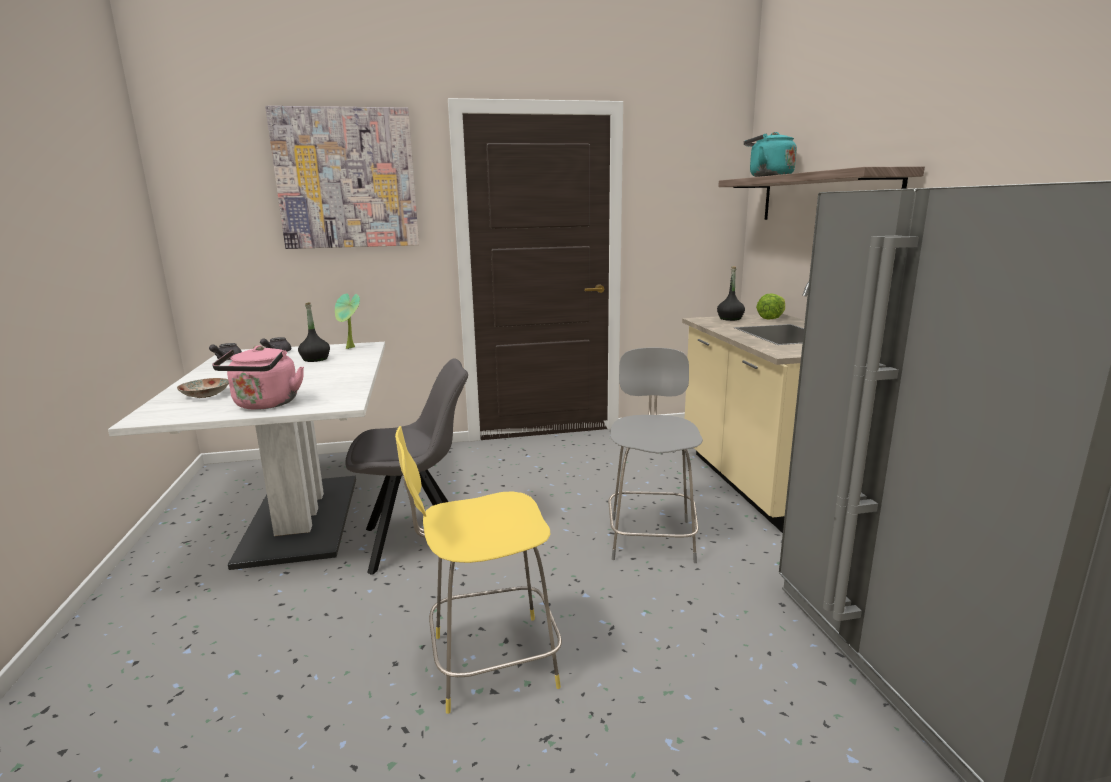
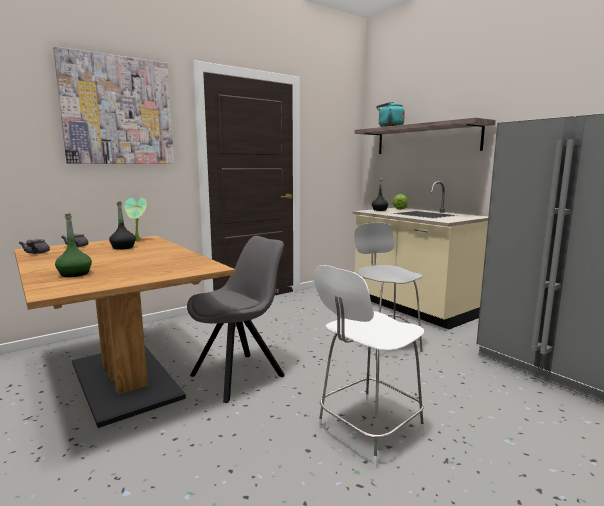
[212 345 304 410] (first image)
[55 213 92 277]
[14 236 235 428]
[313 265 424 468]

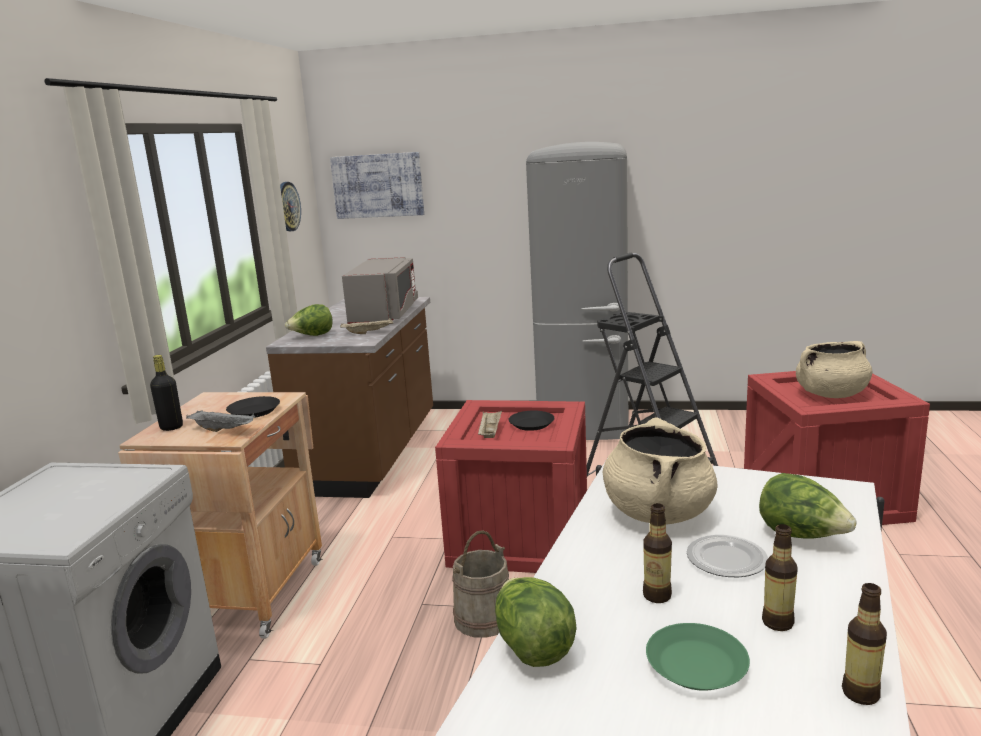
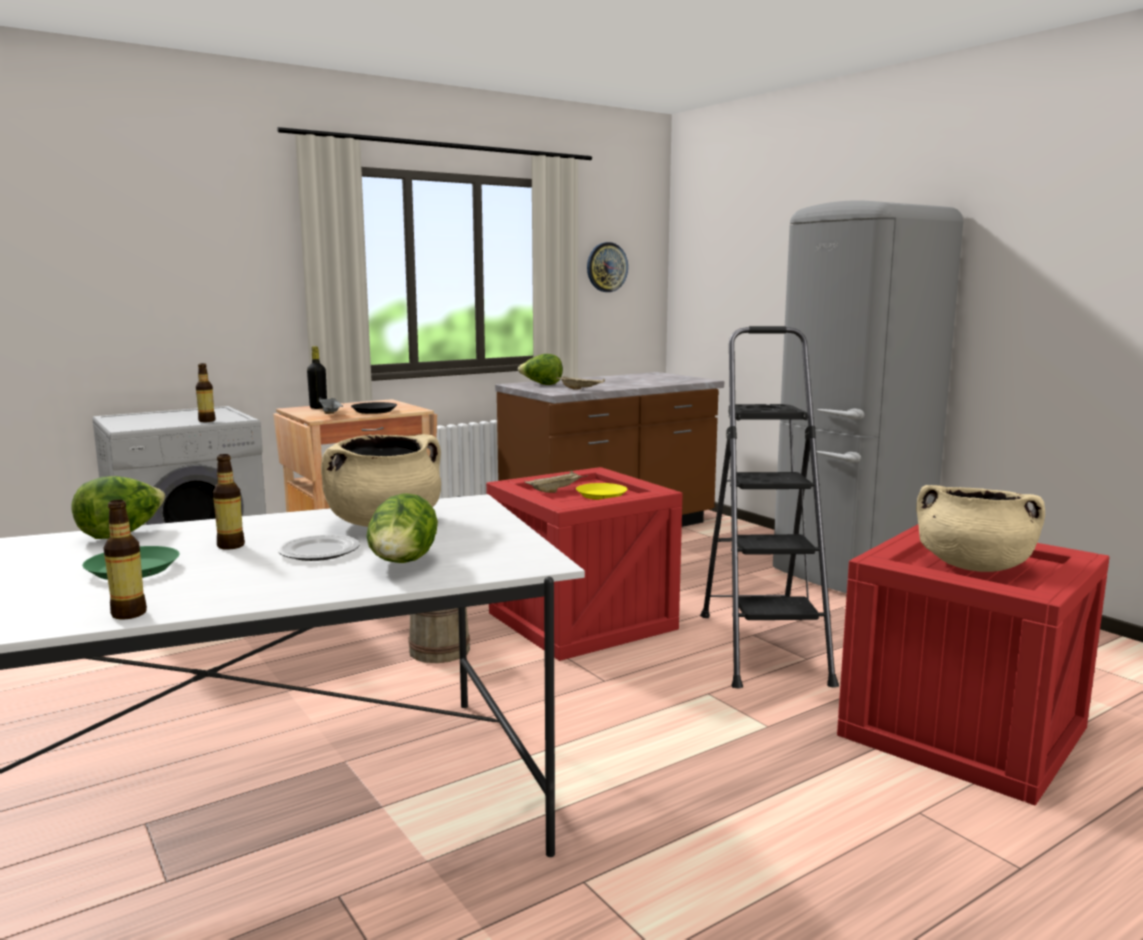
[330 152 424 219] (first image)
[342 257 418 324] (first image)
[196 363 216 422]
[576 483 627 500]

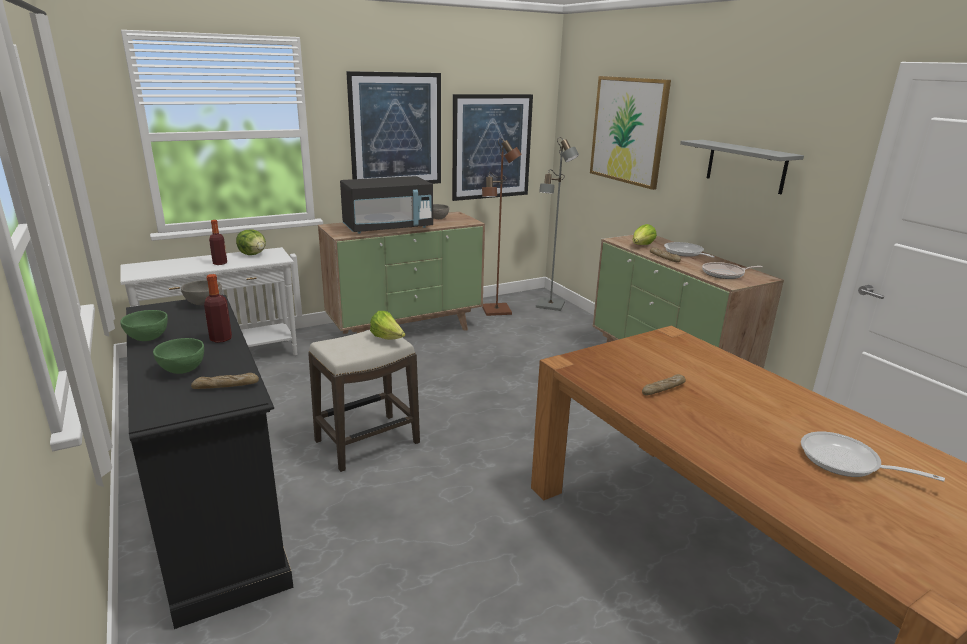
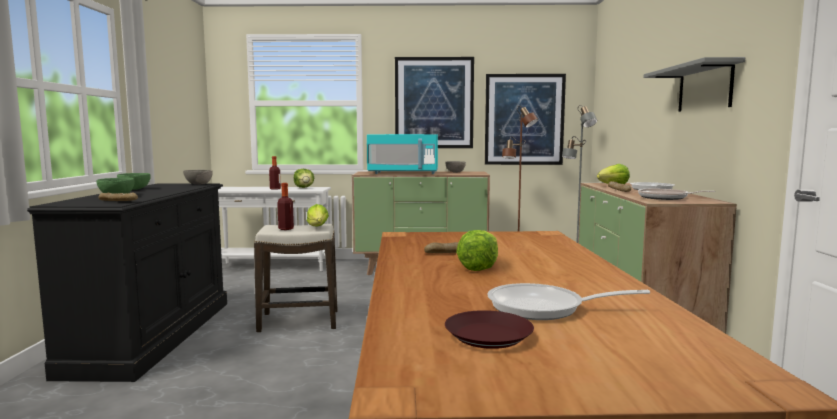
[590 76 671 190] (first image)
[445 310 534 349]
[456 230 498 271]
[277 183 294 230]
[367 134 438 174]
[487 283 650 320]

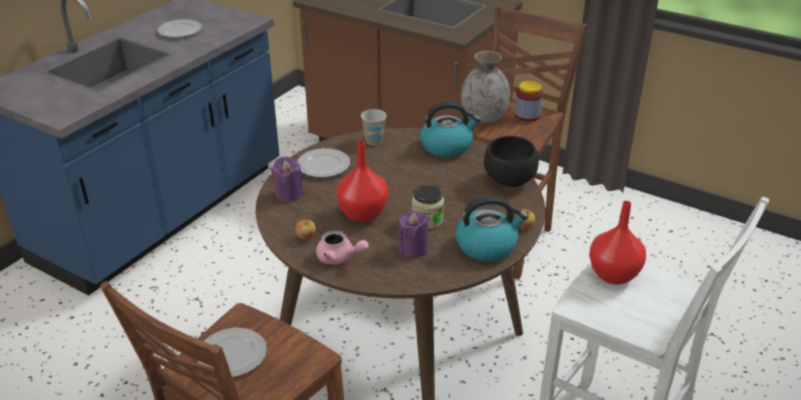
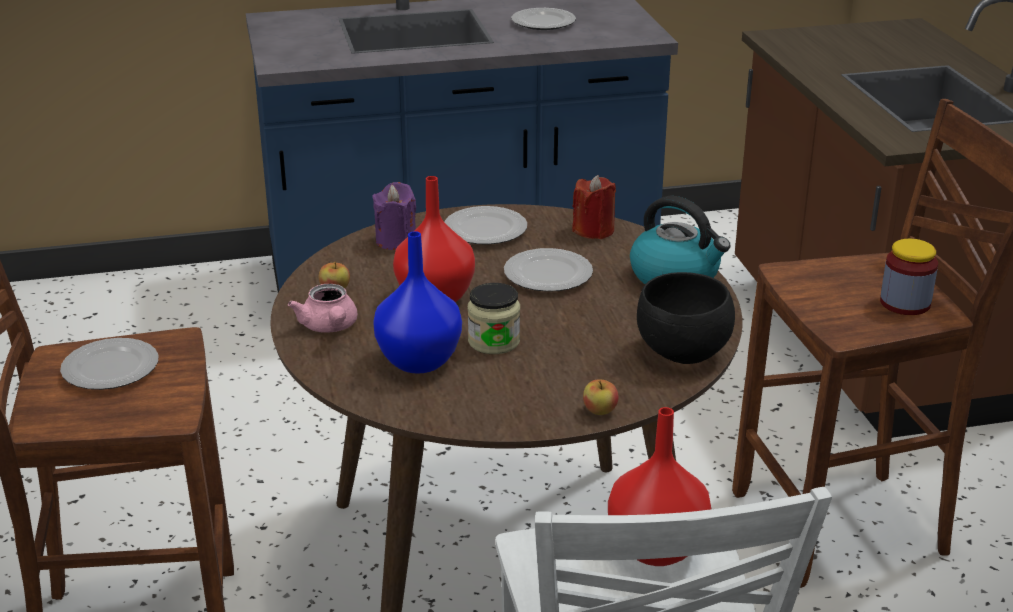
[456 196 528 261] (first image)
[461 51 510 124] (first image)
[504 248 593 292]
[572 175 616 239]
[373 231 462 374]

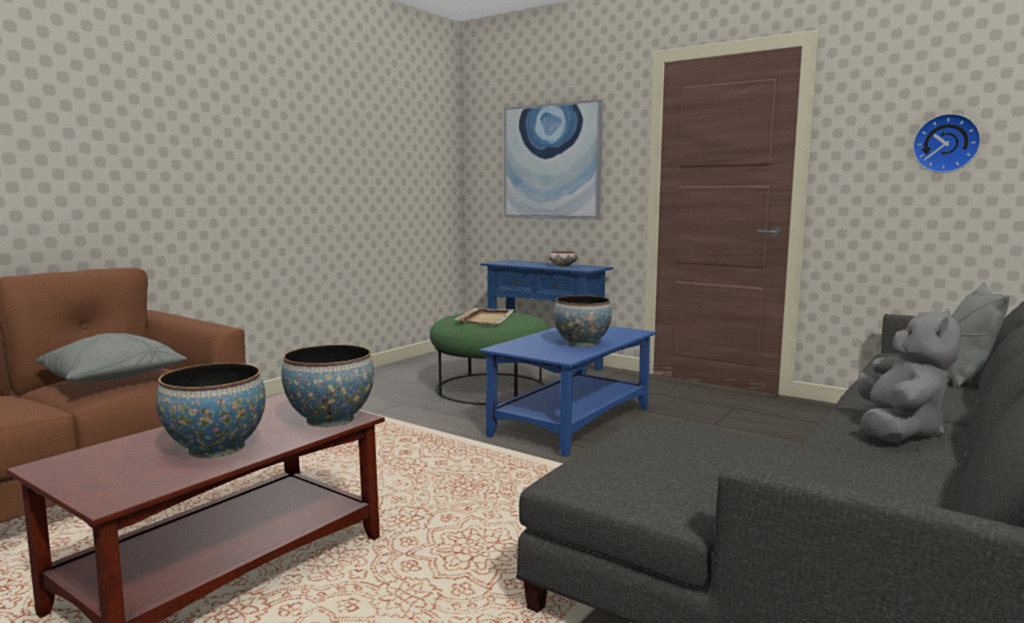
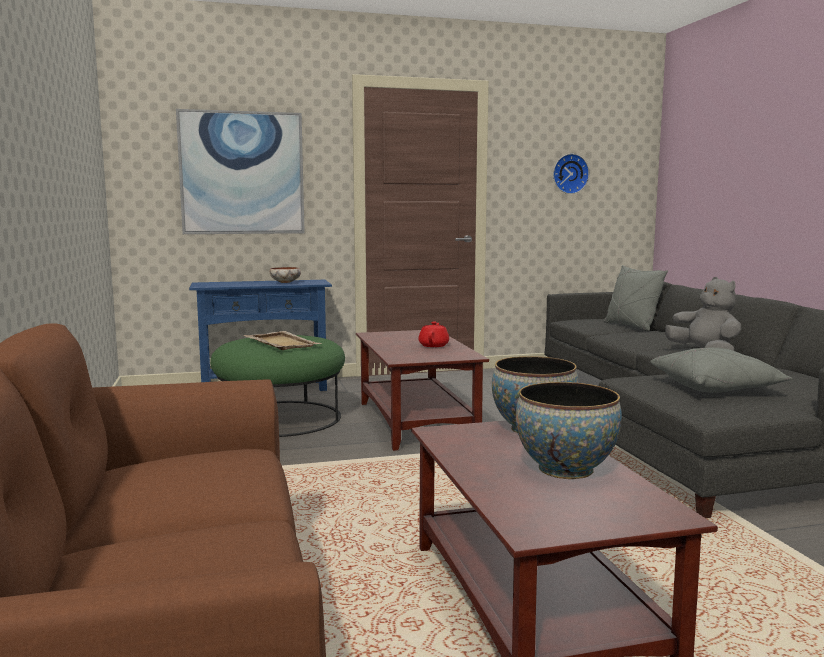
[650 348 793 393]
[418 322 449 347]
[356 330 489 451]

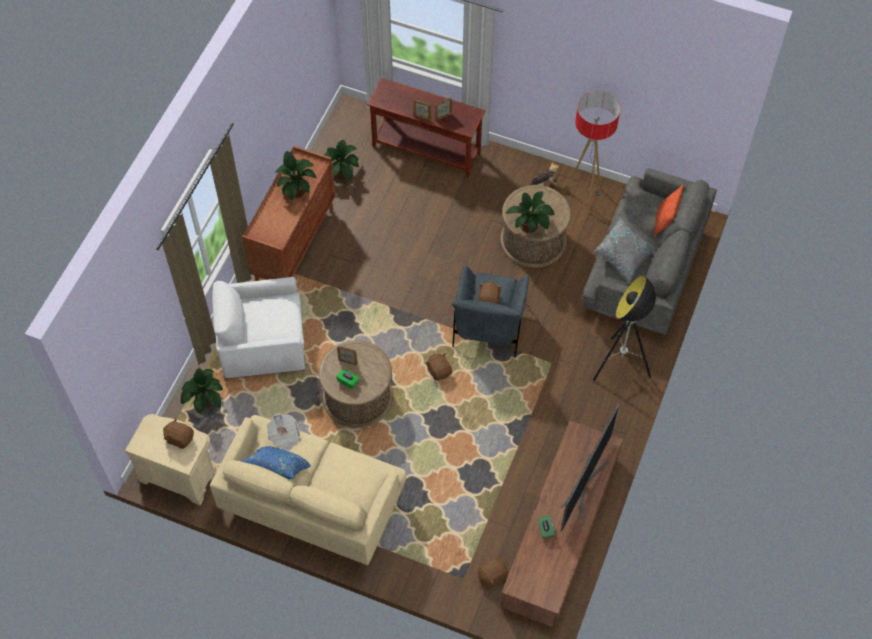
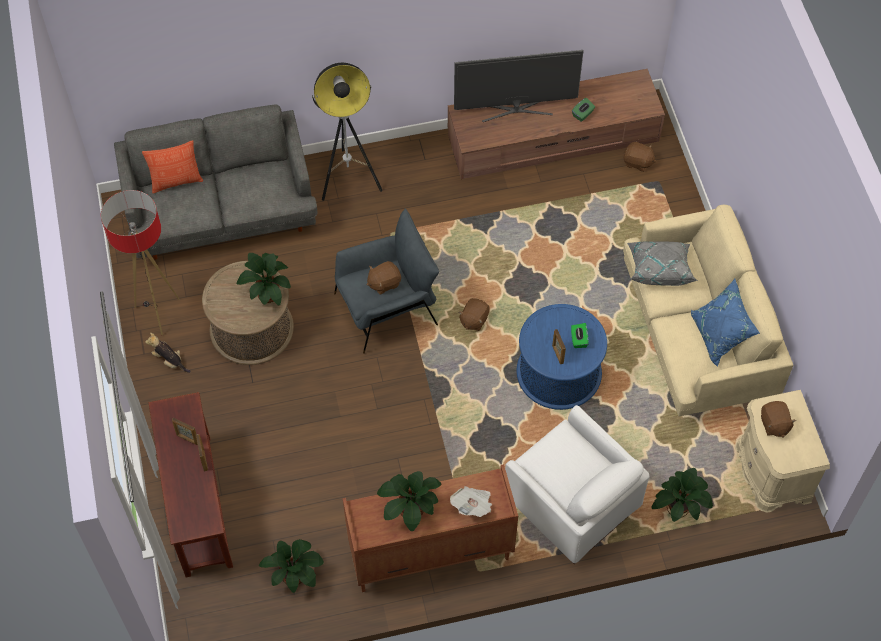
[450 486 492 517]
[627 241 698 286]
[517 304 607 410]

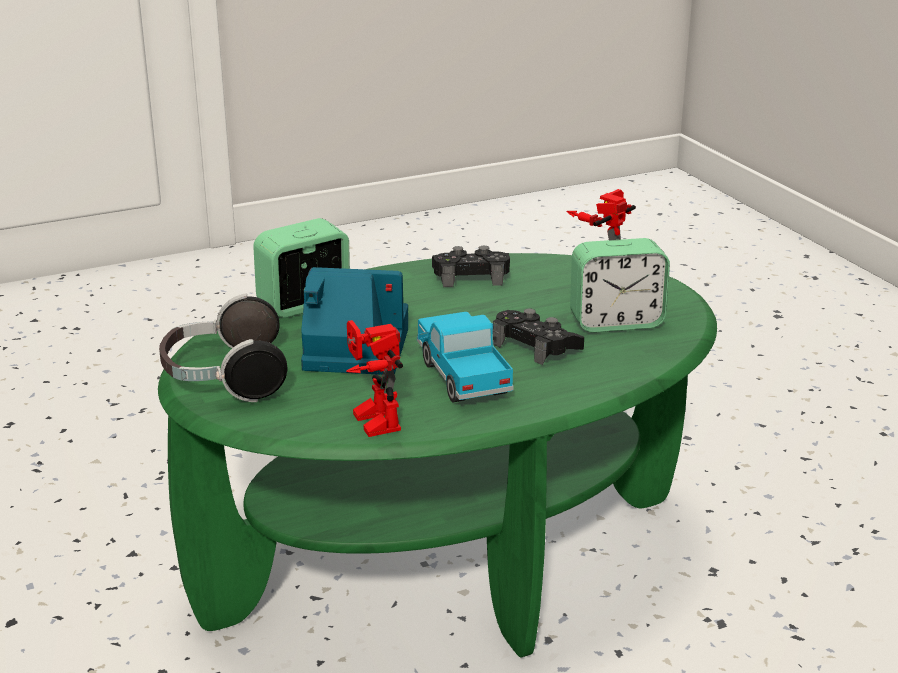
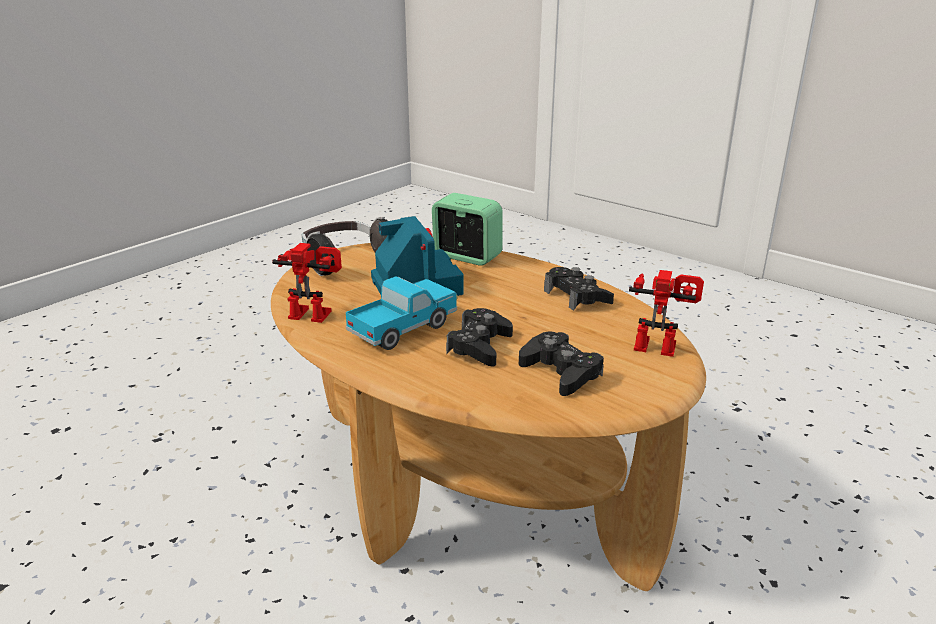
[519 331 604 396]
[271 243 706 591]
[272 243 342 323]

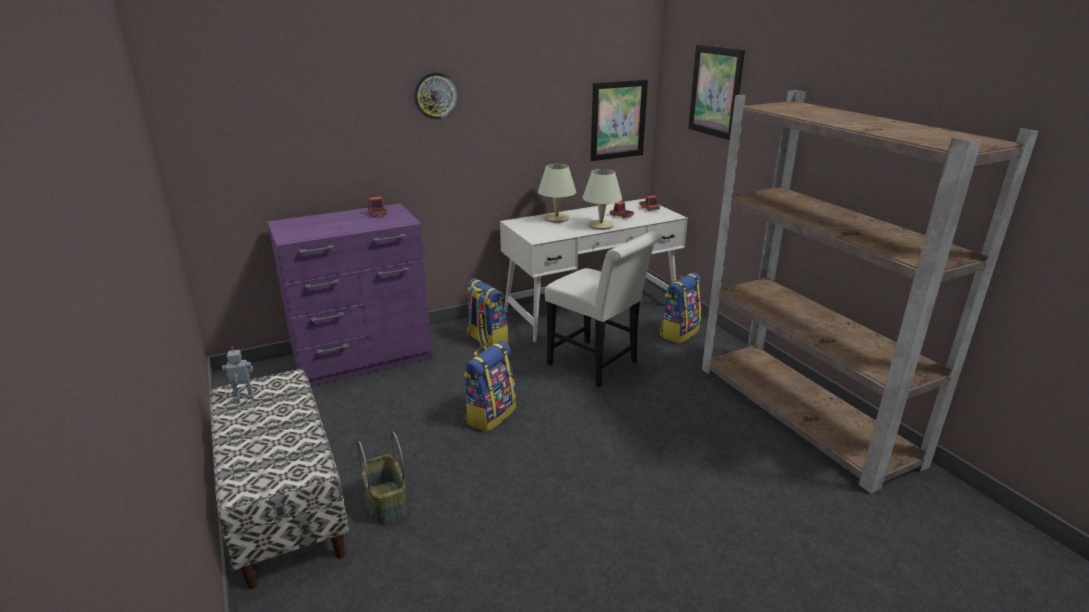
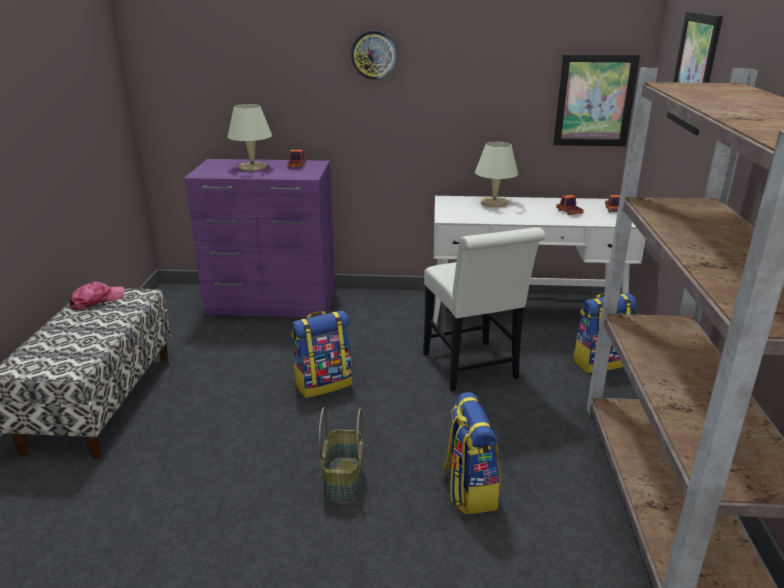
[319 407 363 502]
[442 392 501 514]
[228 104 272 171]
[69 281 125 310]

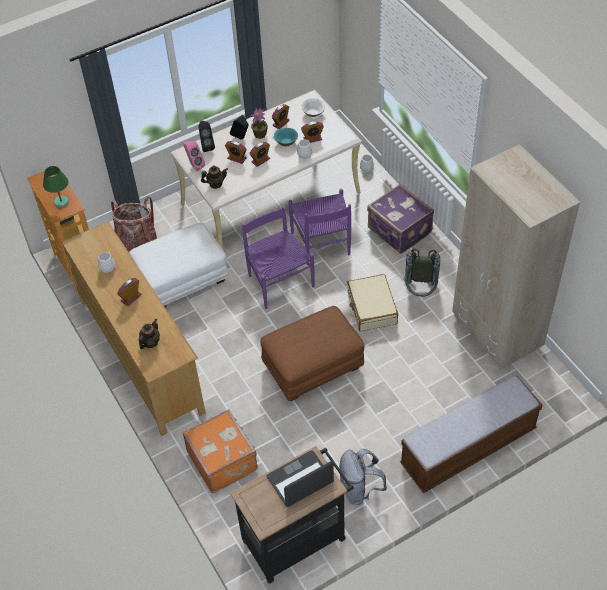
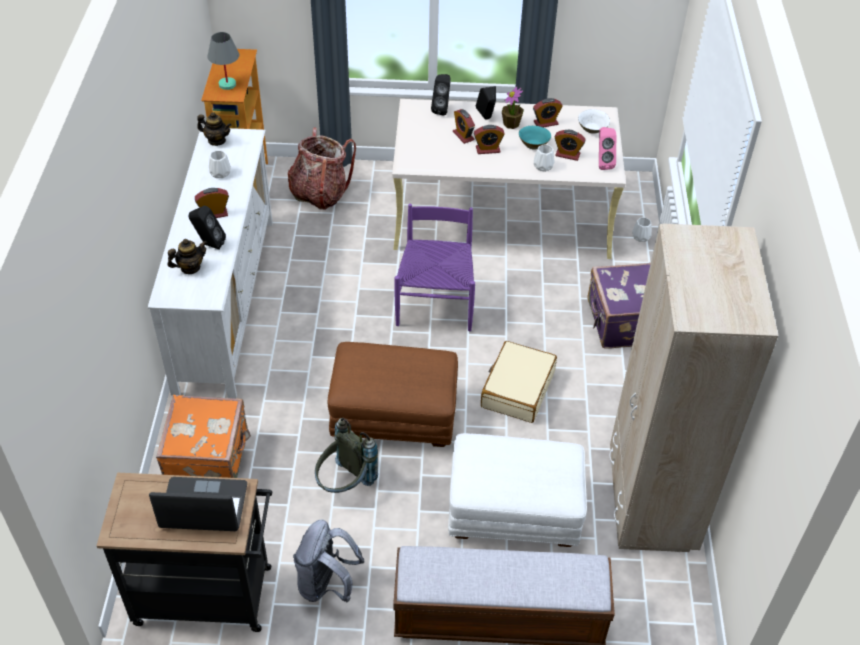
[289 189 351 265] (first image)
[188 206 226 250]
[448 433 587 547]
[599 127 616 170]
[197 112 231 146]
[315 417 378 493]
[207 32 239 90]
[148 127 273 398]

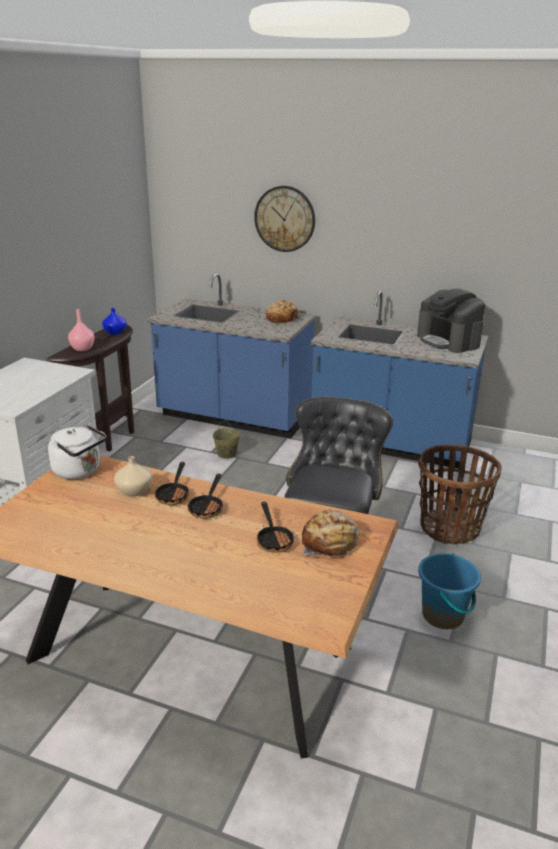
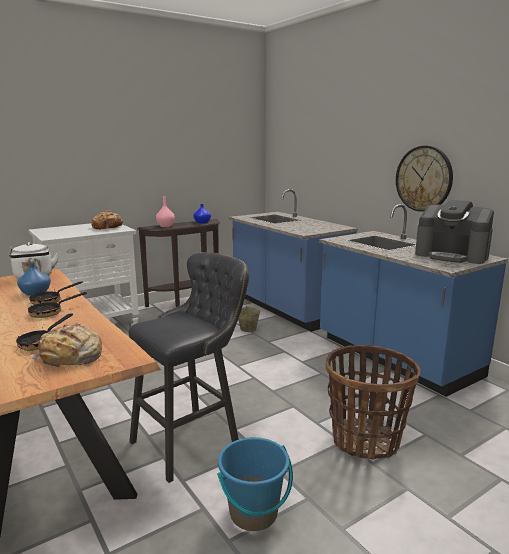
[396 146 453 212]
[91 210 123 230]
[17 262 51 296]
[415 200 494 264]

